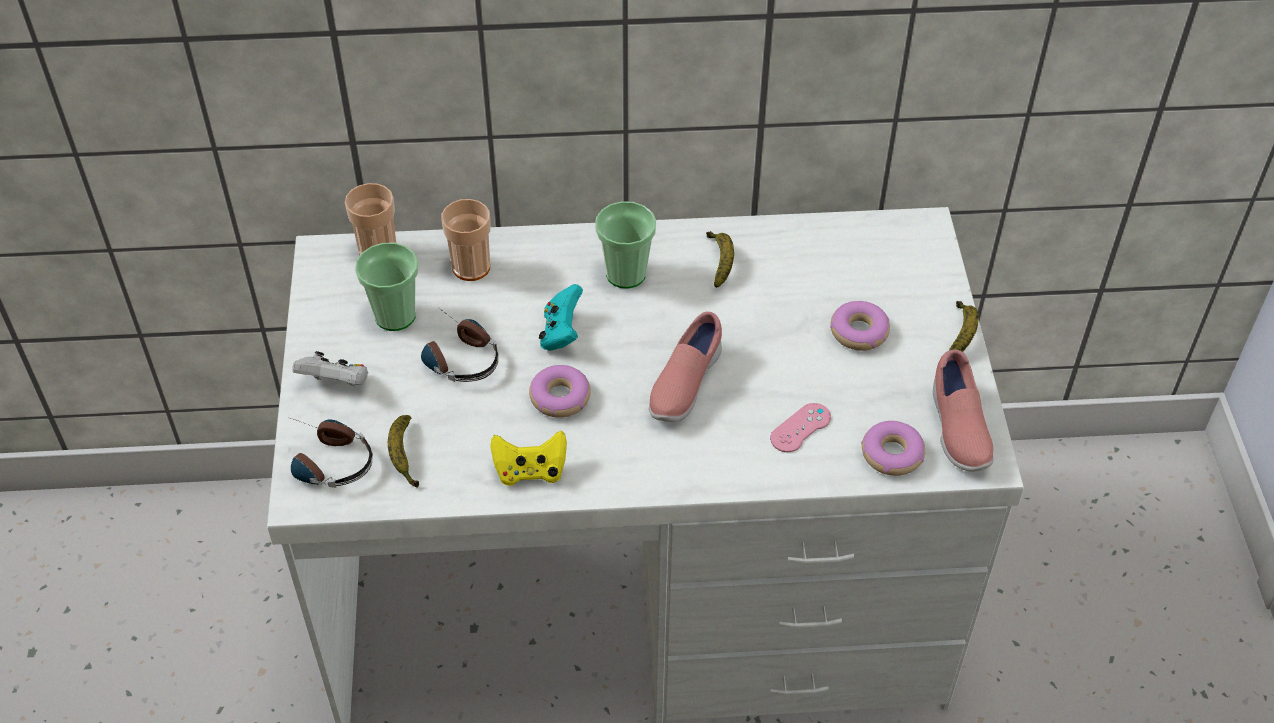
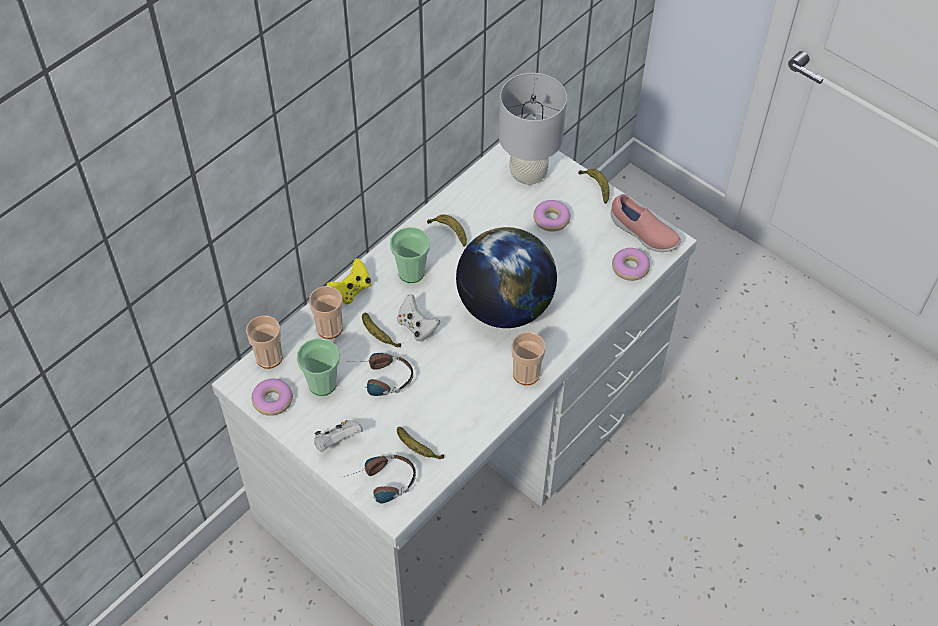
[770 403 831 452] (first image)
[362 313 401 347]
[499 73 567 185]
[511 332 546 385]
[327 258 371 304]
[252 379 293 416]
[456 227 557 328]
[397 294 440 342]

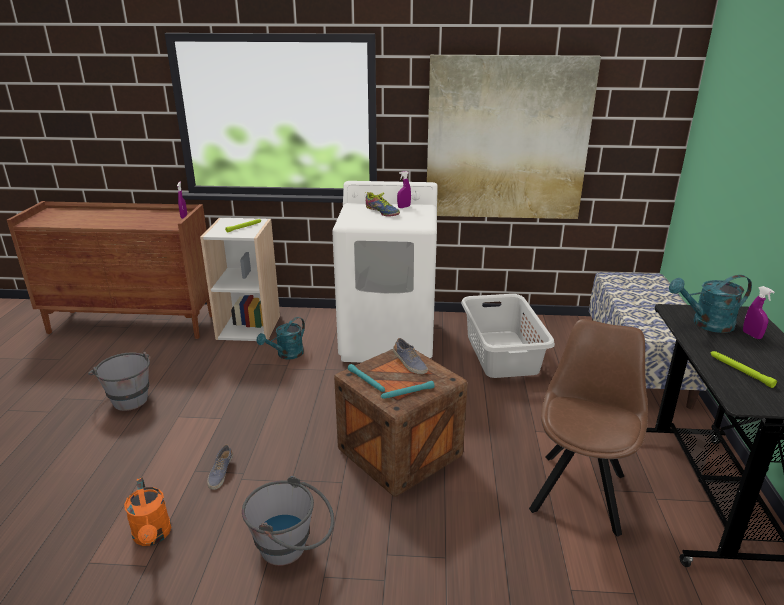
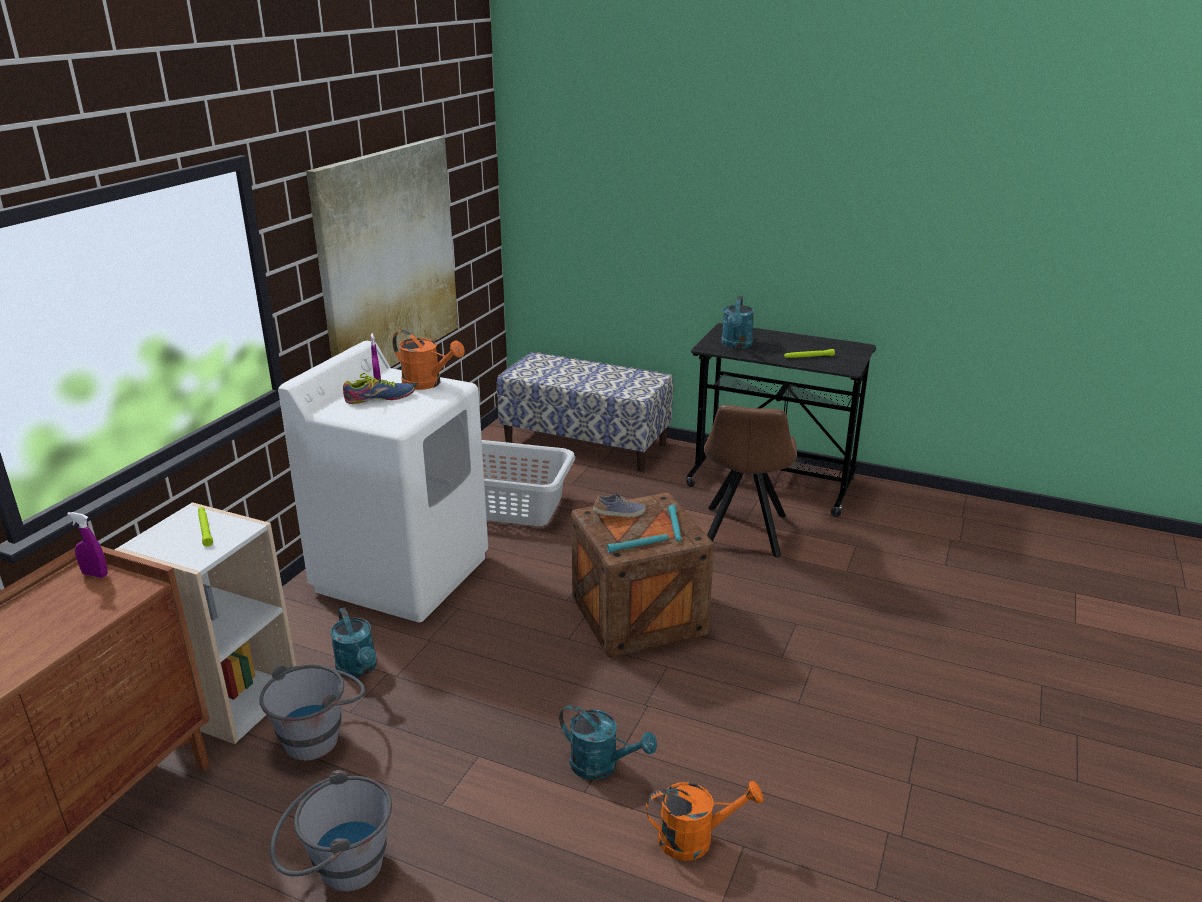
[743 286 775 339] (first image)
[393 330 465 390]
[259 665 365 761]
[559 704 657 780]
[704 405 797 557]

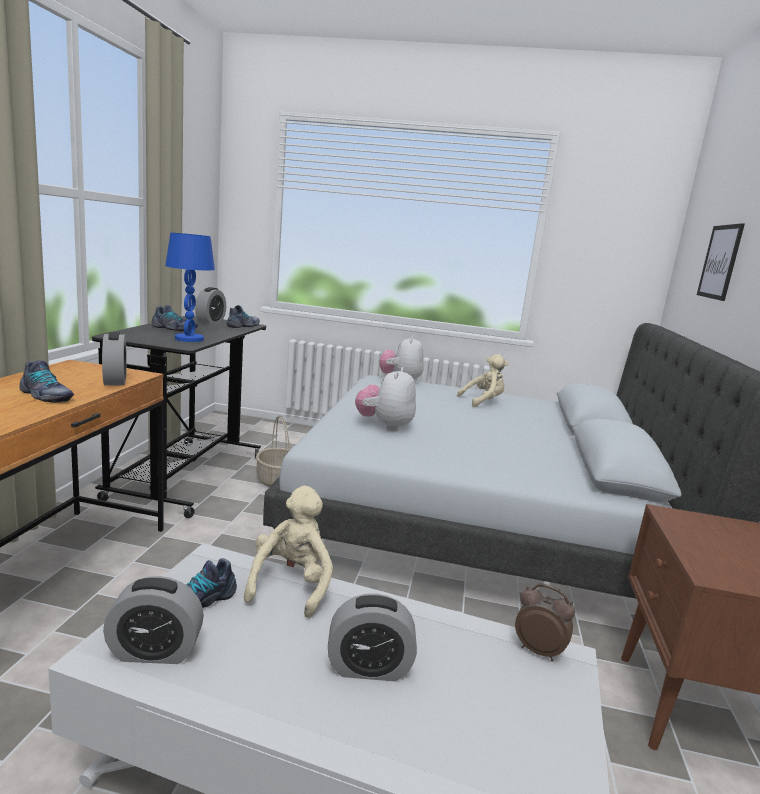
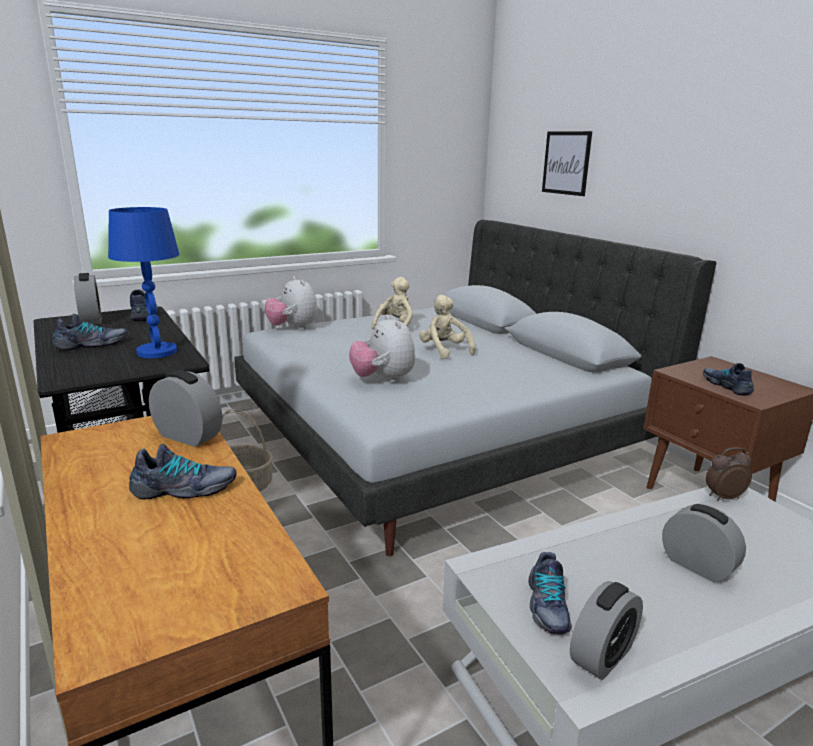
[703 363 754 396]
[419 295 475 359]
[662 504 746 582]

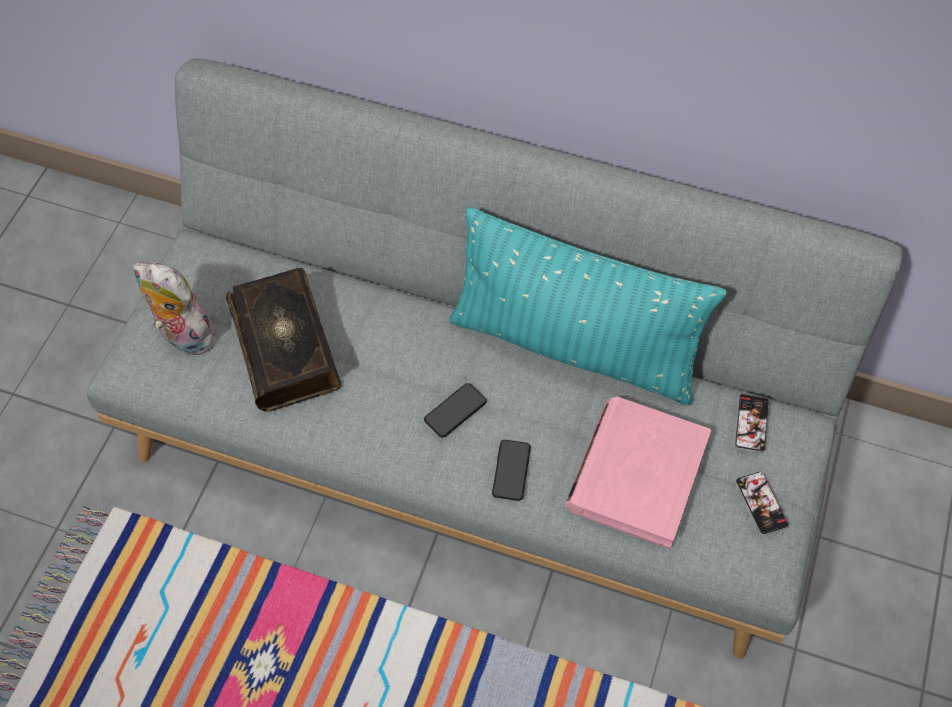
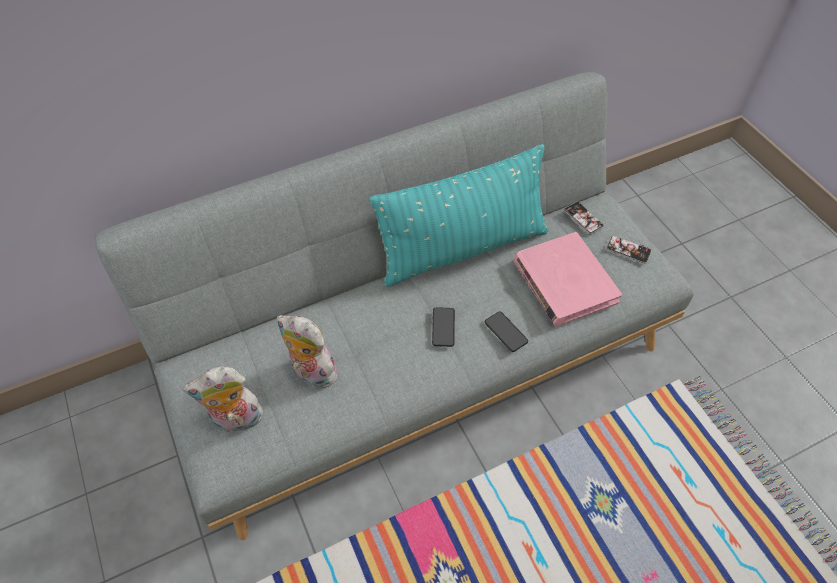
[277 315 338 388]

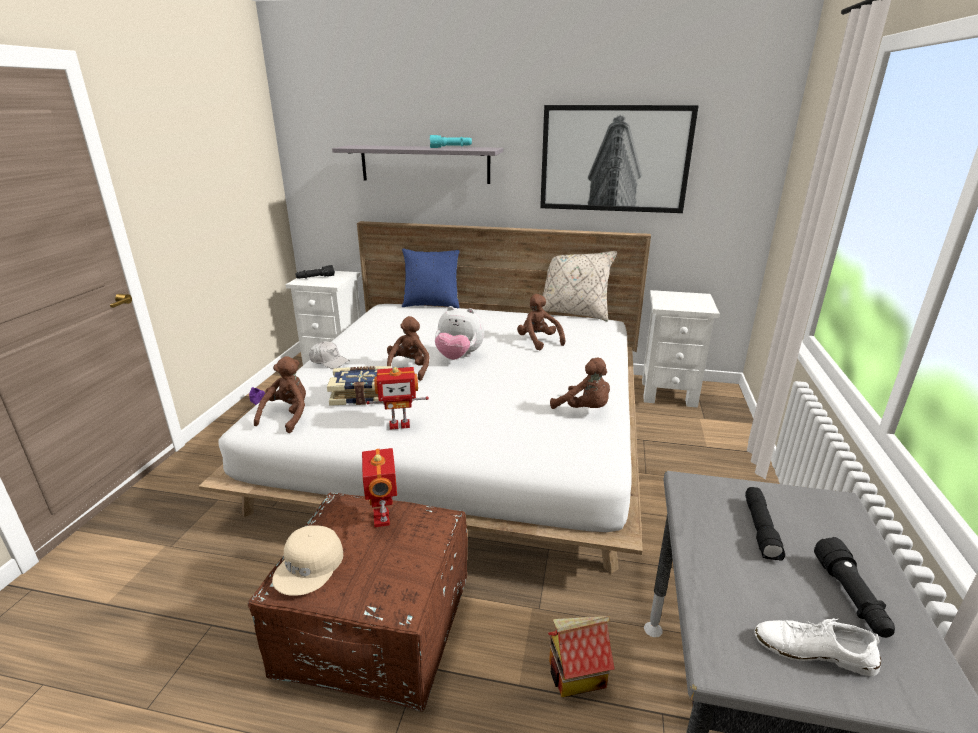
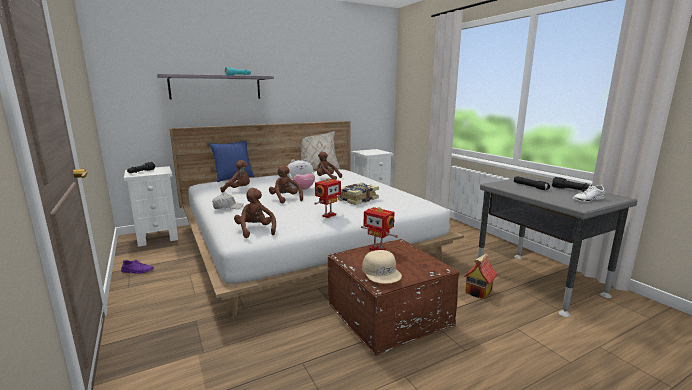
[540 105 699 213] (first image)
[338 183 379 205]
[220 160 250 193]

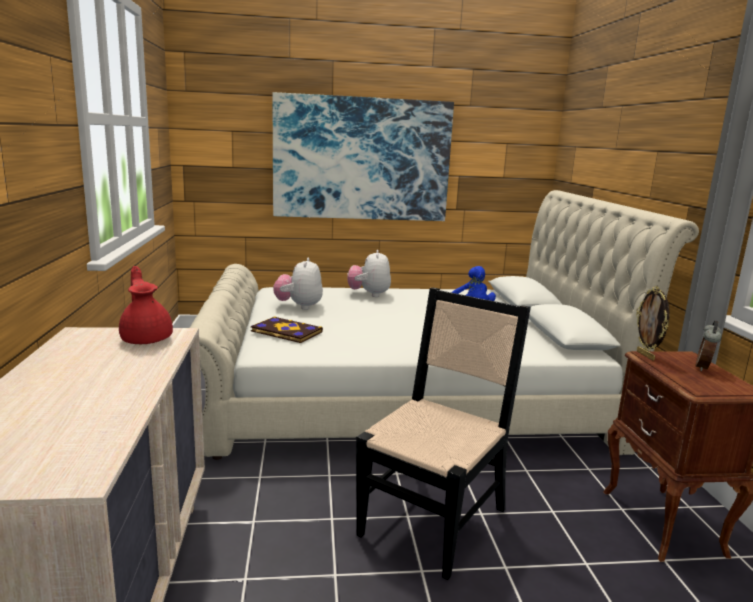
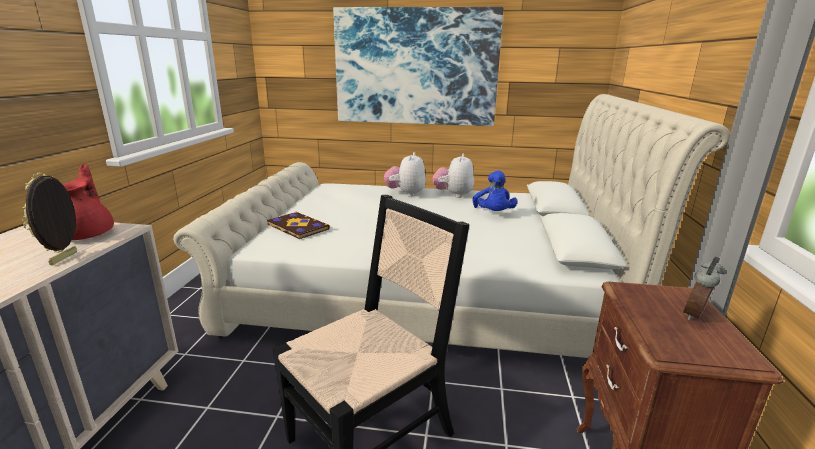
[433 154 474 198]
[22 172 77 265]

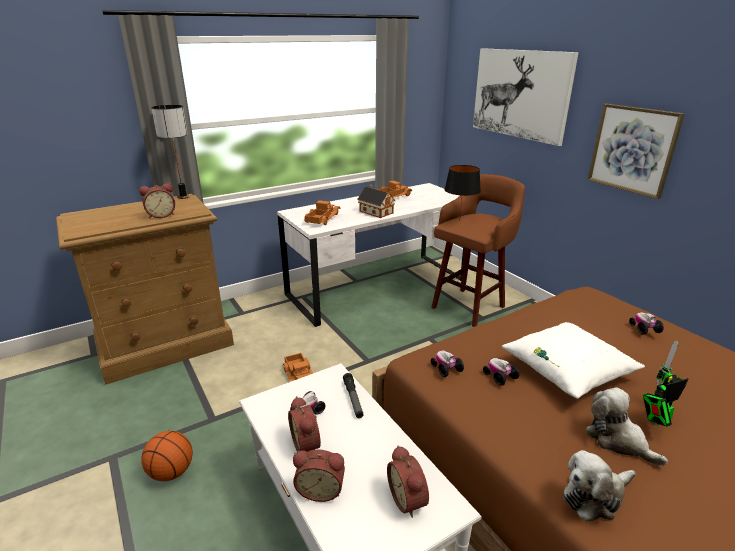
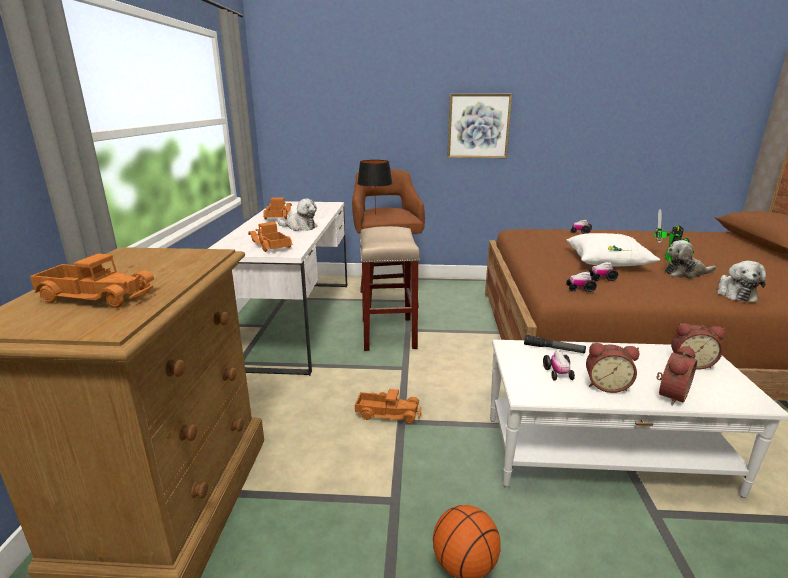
[139 183 175 219] (first image)
[151 105 190 199] (first image)
[473 48 579 146] (first image)
[30 254 154 308]
[360 226 420 351]
[277 198 317 231]

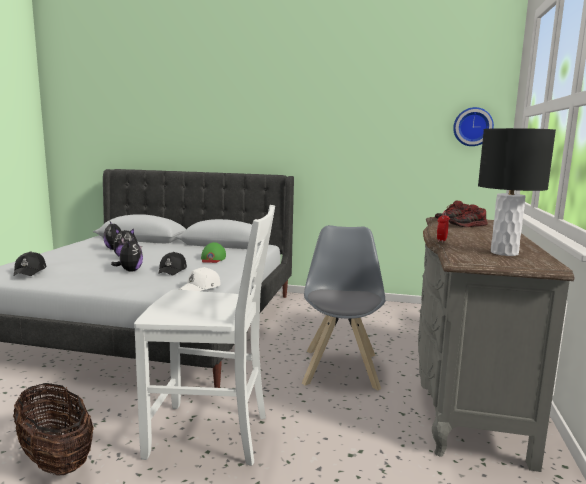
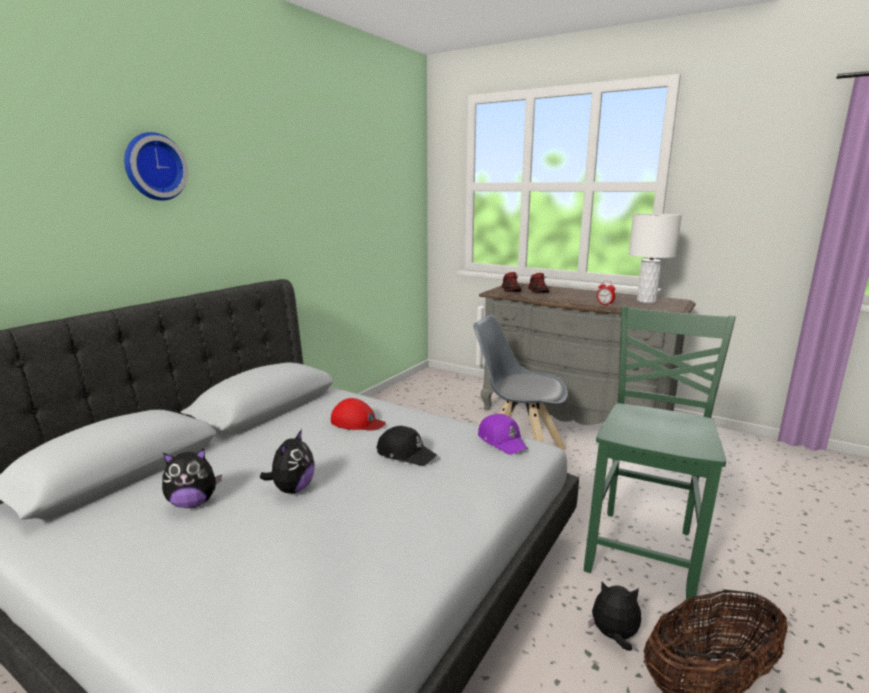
[14 252 46 276] (first image)
[588 582 641 651]
[124 132 188 201]
[584 306 736 602]
[478 414 528 455]
[331 398 386 431]
[629 214 682 303]

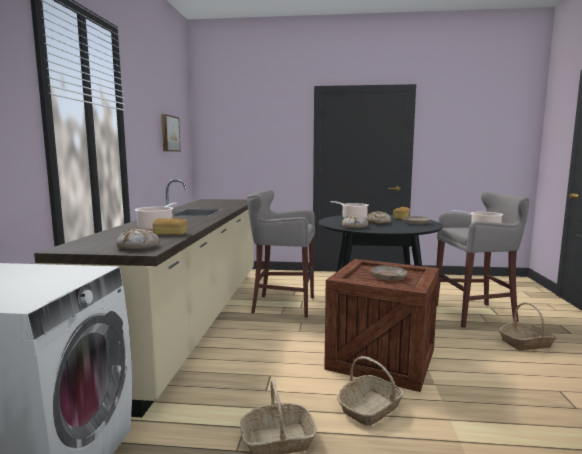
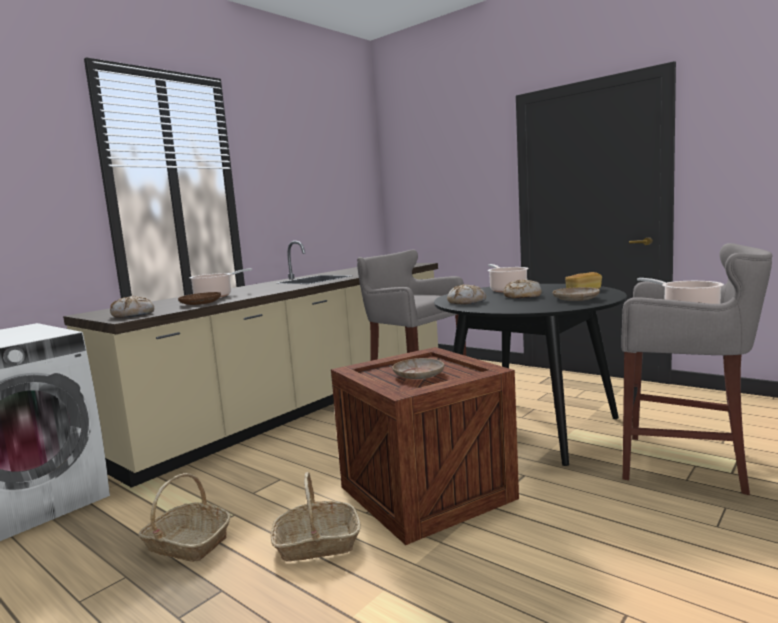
[161 114 181 152] (first image)
[499 302 558 350] (first image)
[178 292 221 305]

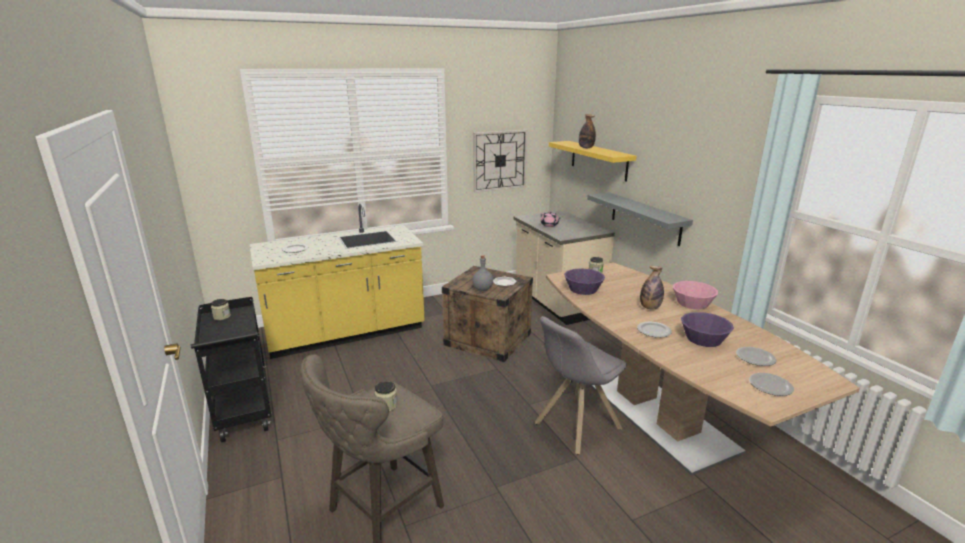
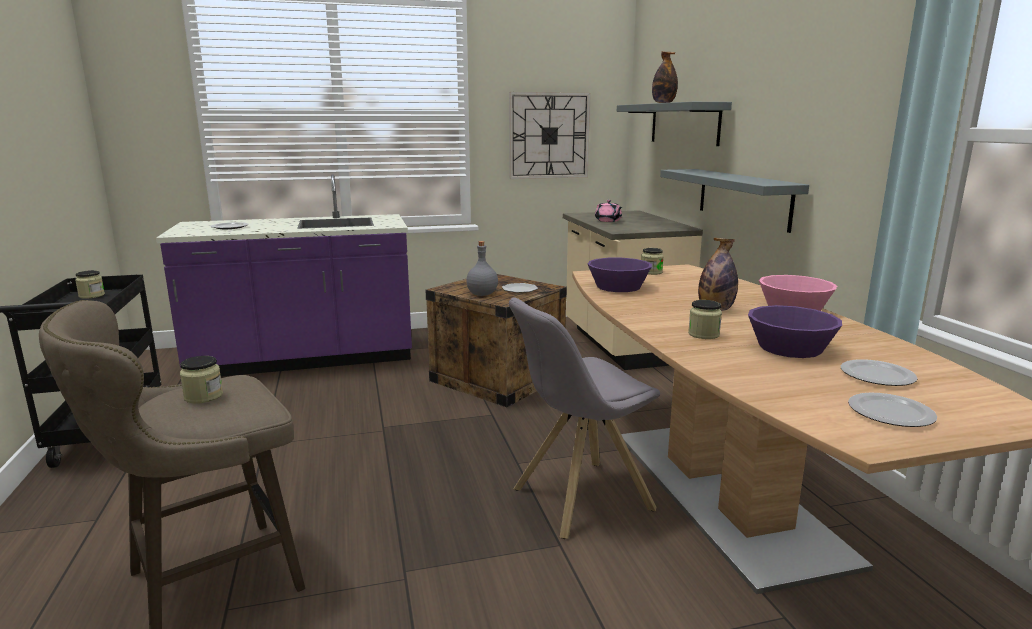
[688 300 722 339]
[156 174 412 377]
[617 102 732 146]

